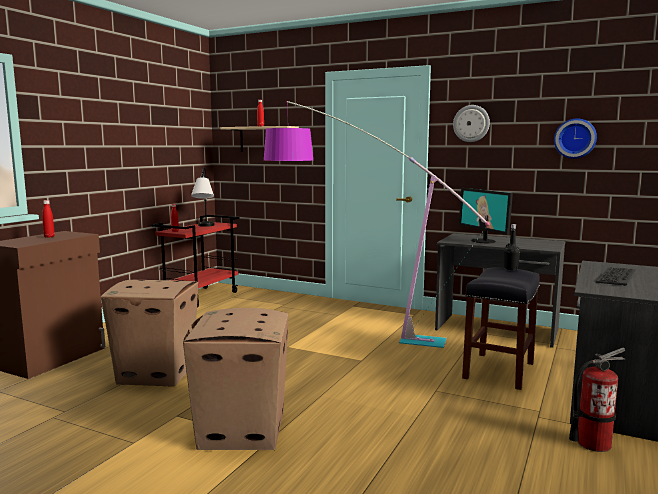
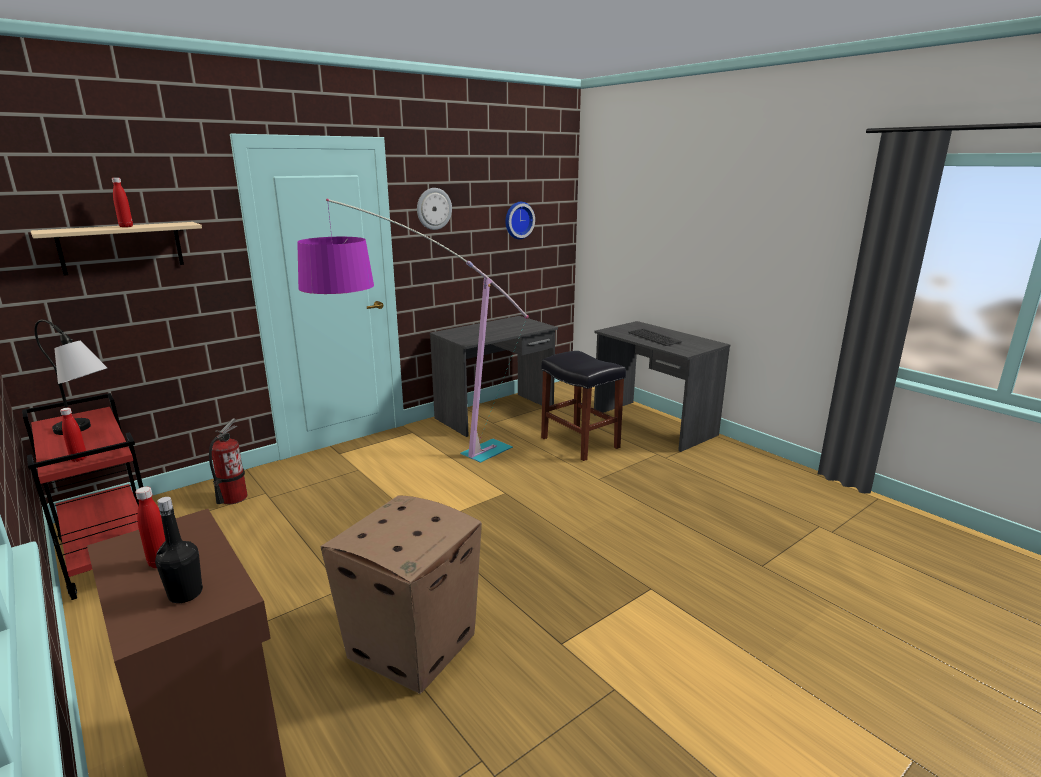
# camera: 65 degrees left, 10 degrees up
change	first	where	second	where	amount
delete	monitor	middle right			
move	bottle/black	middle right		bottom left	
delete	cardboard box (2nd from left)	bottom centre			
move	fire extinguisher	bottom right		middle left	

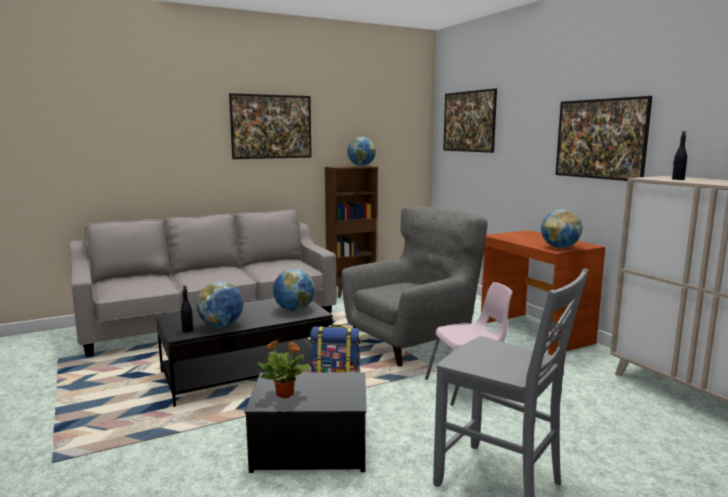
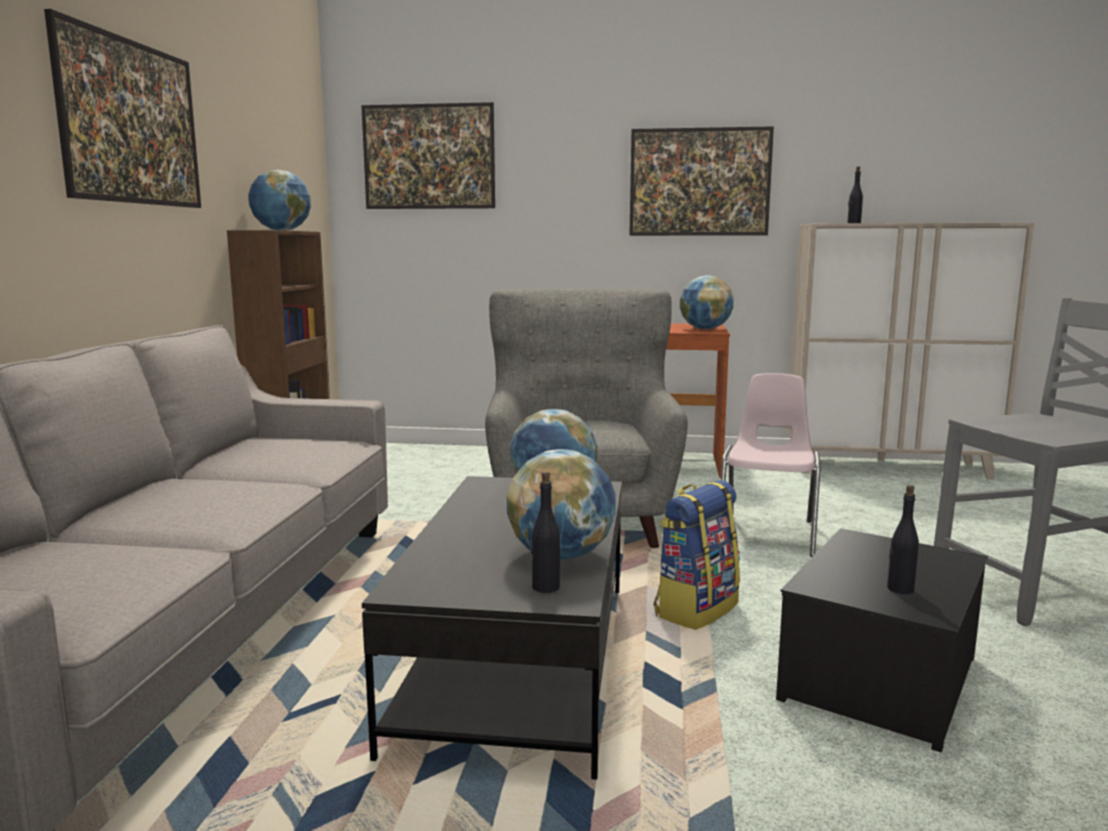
# camera: 55 degrees left, 0 degrees up
change	first	where	second	where	amount
replace	potted plant	bottom centre	bottle/black (3rd from left)	middle right	

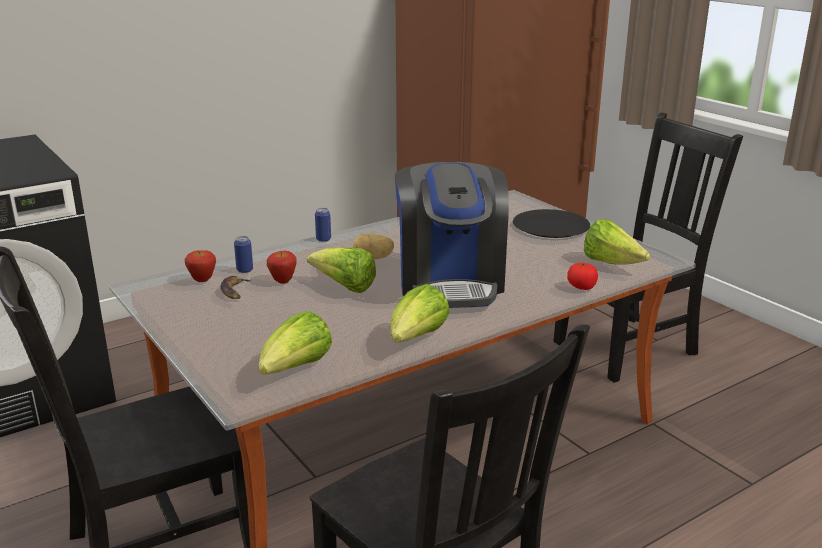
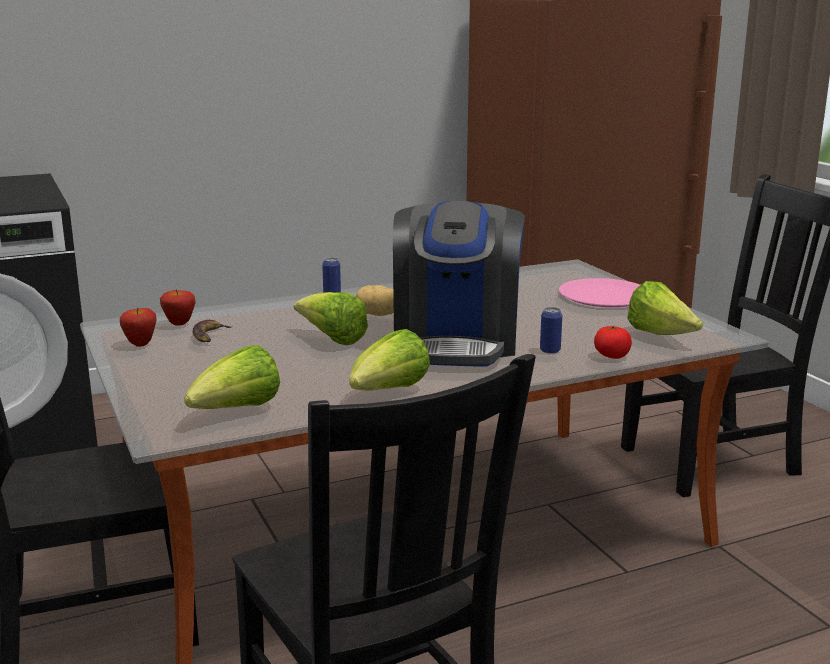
# camera: 10 degrees right, 5 degrees down
change	first	where	second	where	amount
recolor	plate/black	middle right	plate/pink	middle right	
move	can (1st from left in the first image)	middle left	can (2nd from left)	centre	
move	apple (2nd from left in the first image)	centre	apple (1st from left)	middle left	

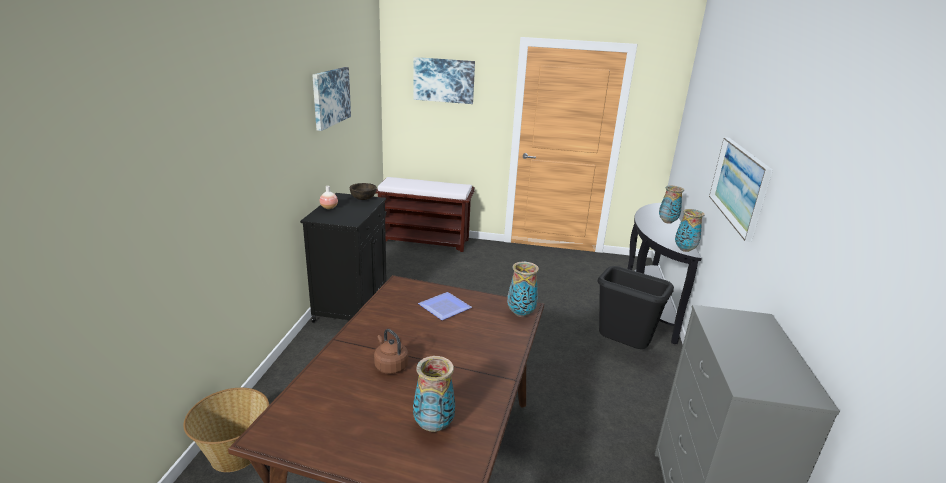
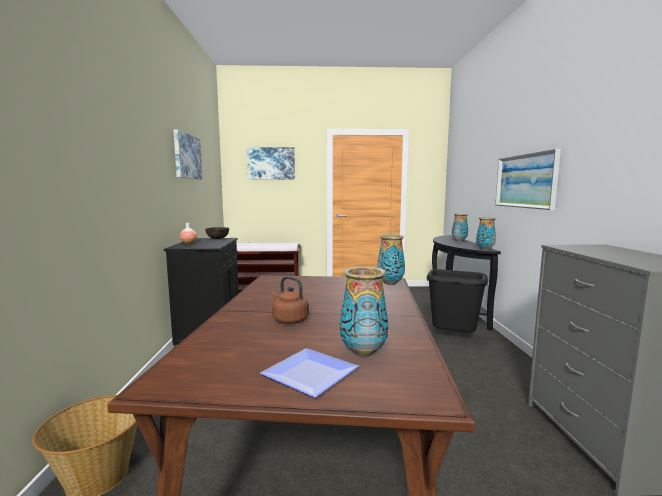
# camera: 10 degrees left, 15 degrees down
change	first	where	second	where	amount
move	plate	centre		bottom centre	

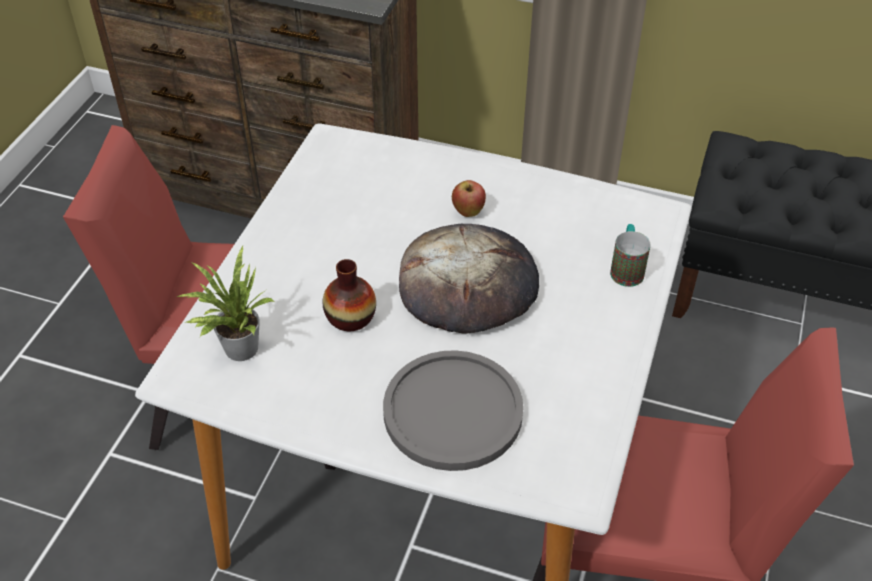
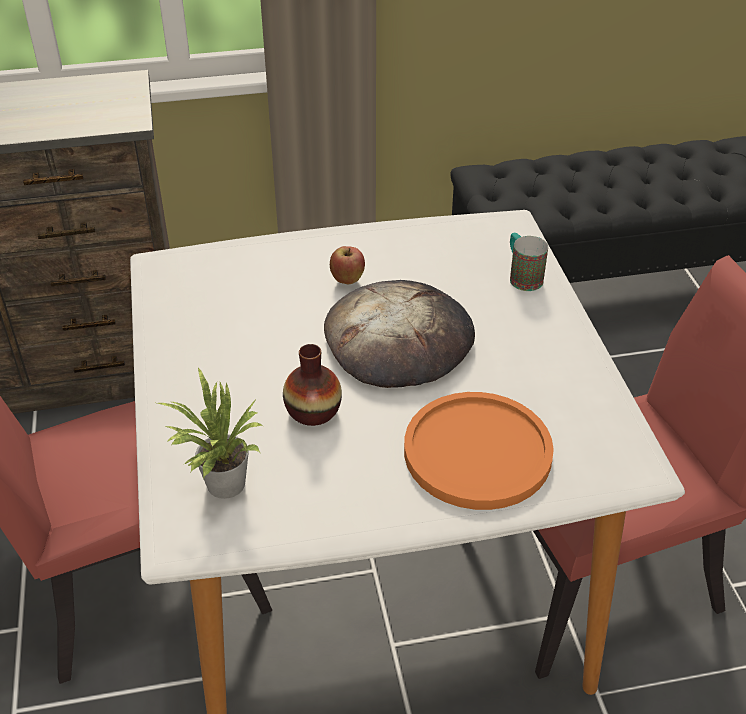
# camera: 30 degrees left, 5 degrees down
change	first	where	second	where	amount
recolor	plate/grey	bottom centre	plate/orange	centre	

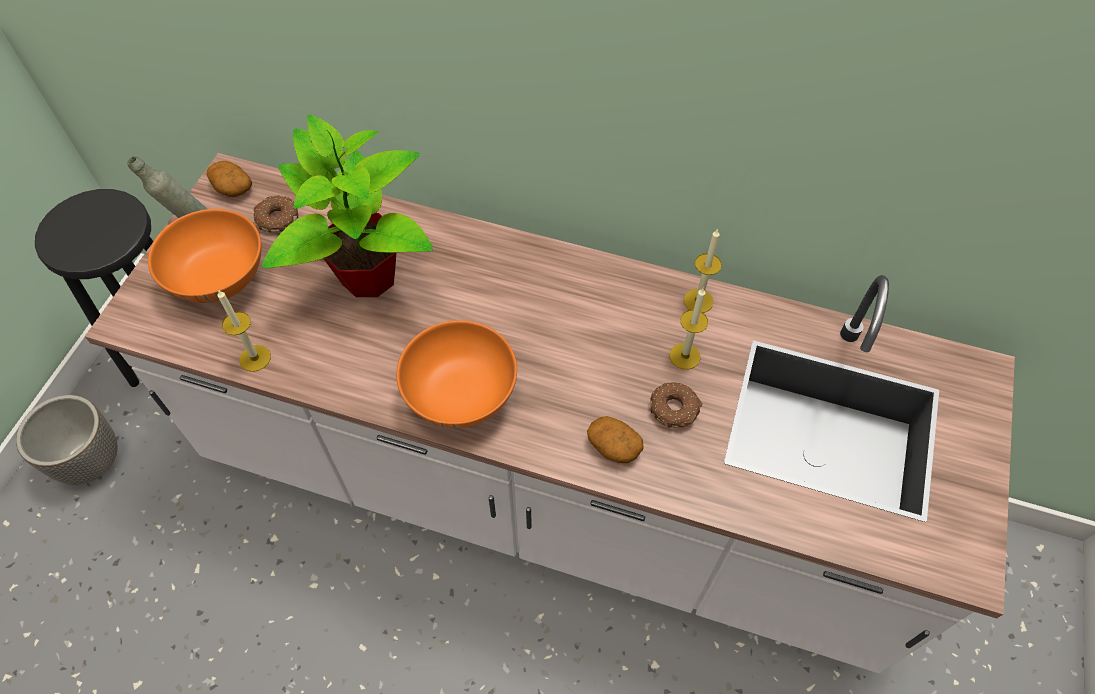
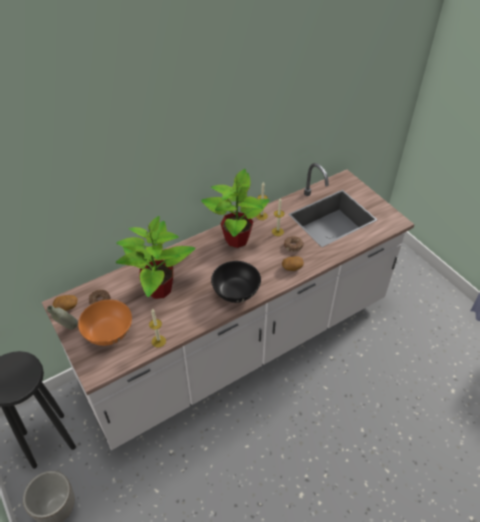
# camera: 50 degrees left, 10 degrees down
change	first	where	second	where	amount
recolor	bowl/orange (2nd from left)	centre	bowl/black	centre	
insert			potted plant (2nd from left)	centre	

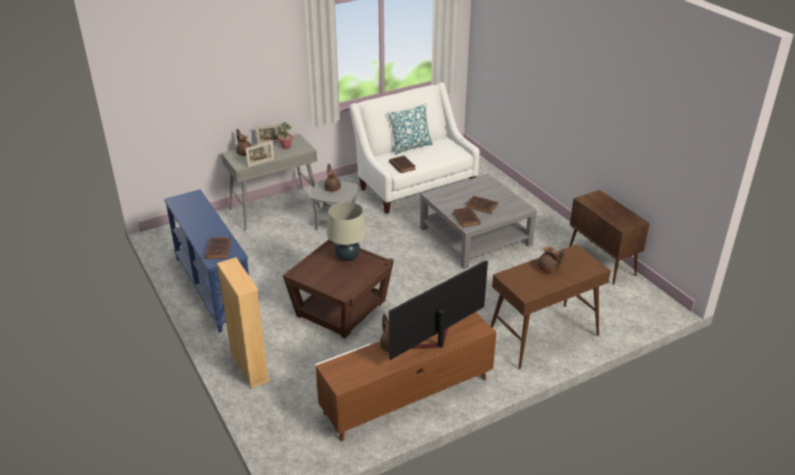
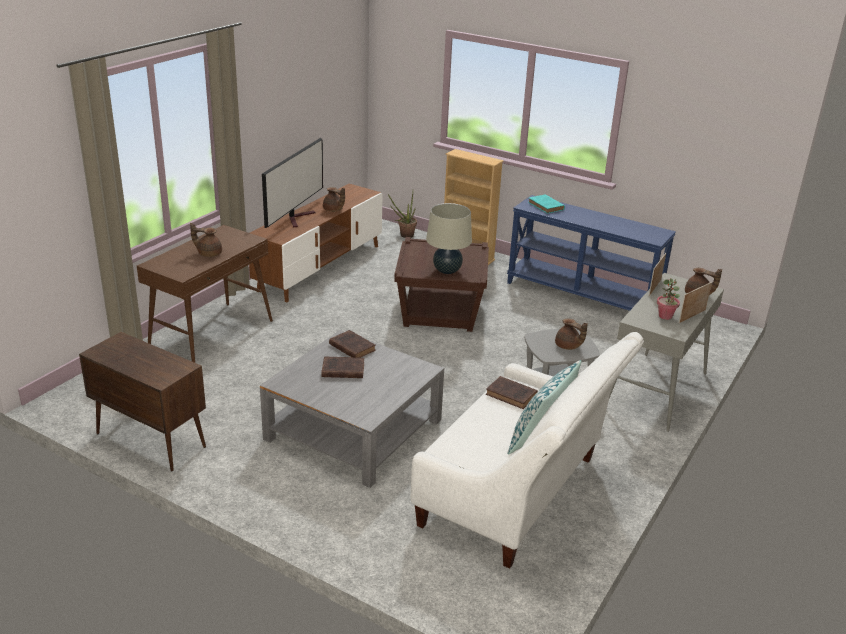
# camera: 150 degrees right, 5 degrees down
change	first	where	second	where	amount
recolor	book/brown (1st from left)	middle left	book/turquoise	top centre	
insert			potted plant (1st from left)	centre	

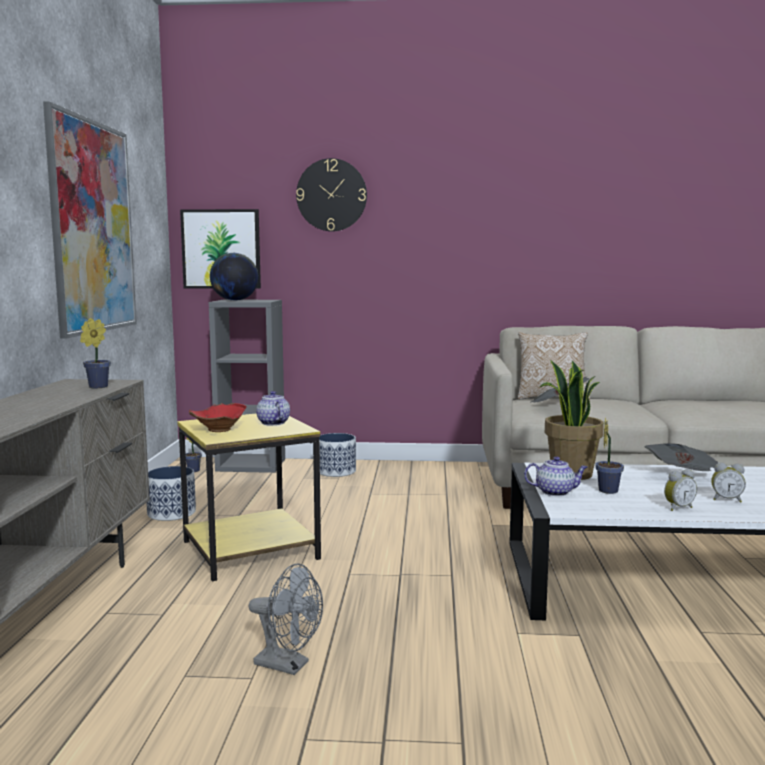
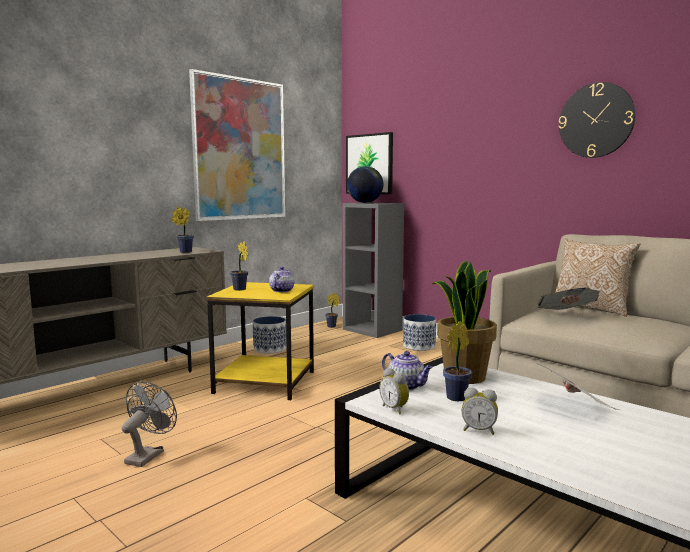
# camera: 40 degrees right, 0 degrees up
change	first	where	second	where	amount
move	wall clock	top centre		top right	
replace	bowl/red	middle left	potted plant (2nd from left)	centre	
move	alarm clock (2nd from left in the first image)	middle right	alarm clock (1st from left)	bottom centre	
rotate	fan/grey	bottom centre		bottom left	135 degrees counterclockwise

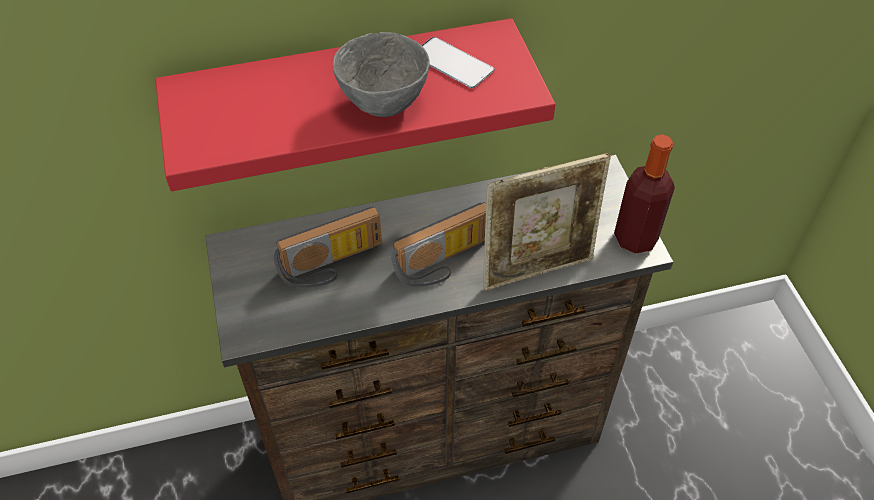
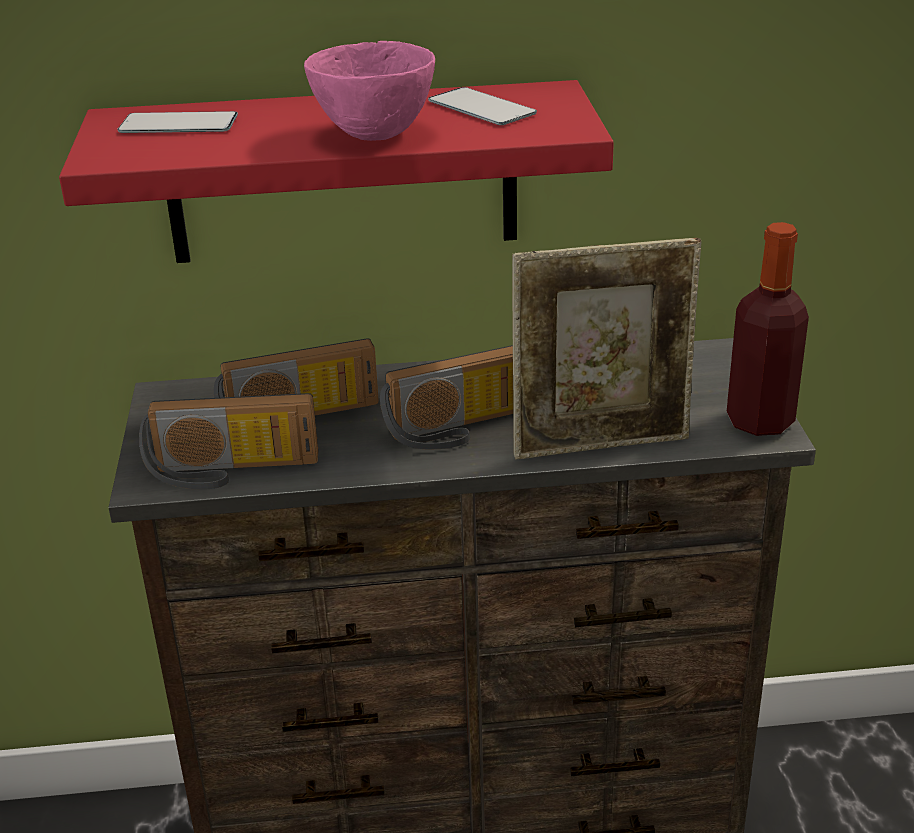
# camera: 10 degrees right, 20 degrees down
change	first	where	second	where	amount
recolor	bowl/grey	top centre	bowl/pink	top centre	
insert			phone (1st from left)	top left	
insert			radio (1st from left)	middle left	

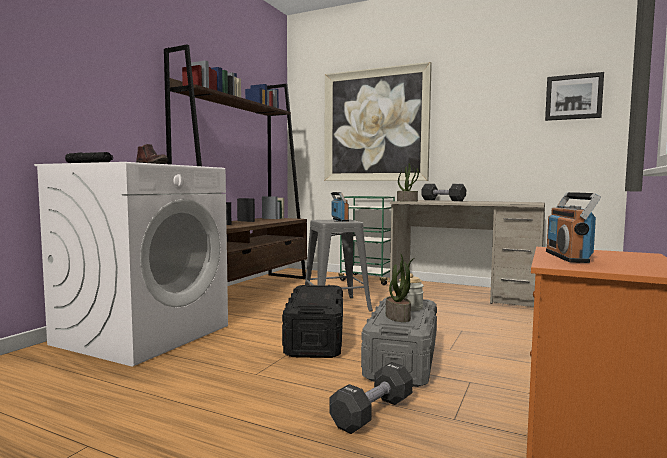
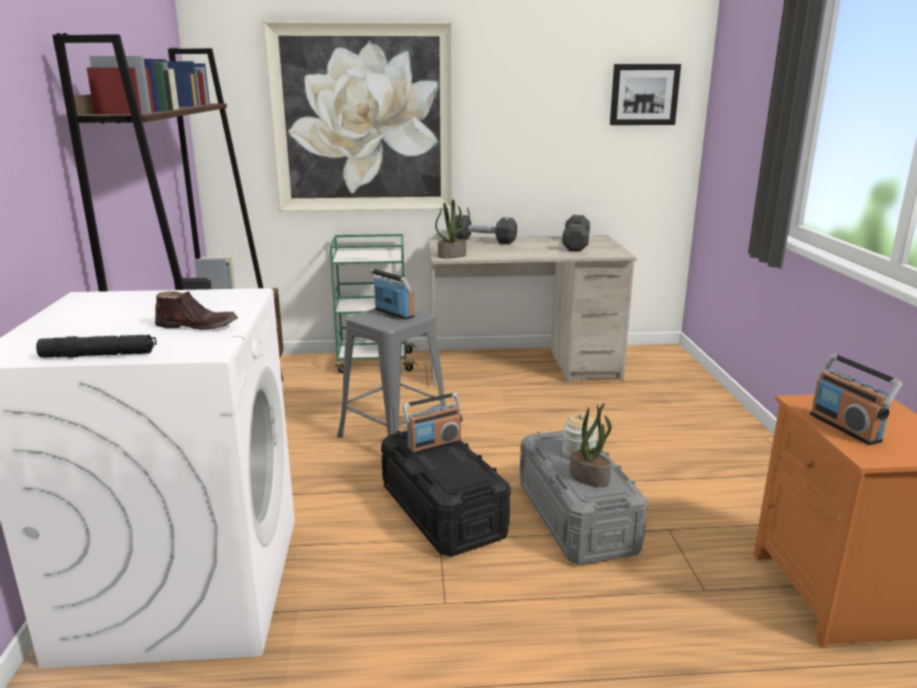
# camera: 30 degrees left, 15 degrees up
change	first	where	second	where	amount
move	dumbbell/black (1st from left in the first image)	bottom centre	dumbbell/black (2nd from left)	centre	
insert			radio (2nd from left)	centre	

